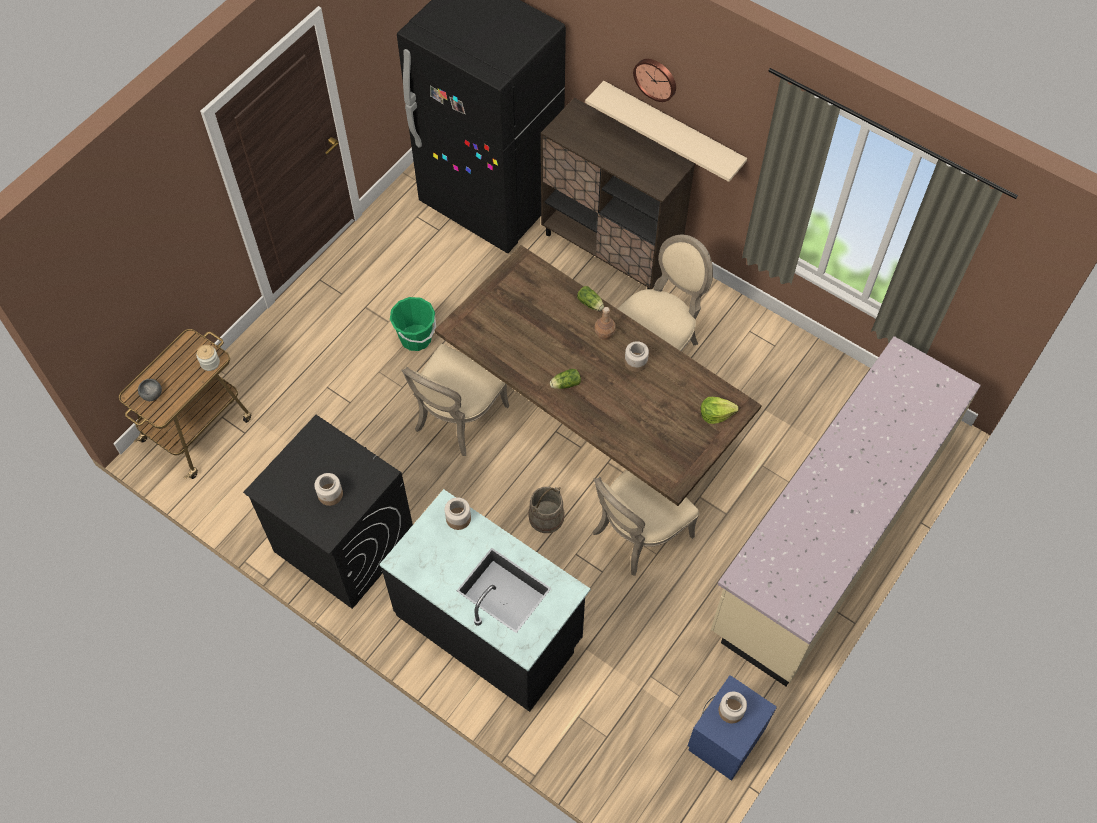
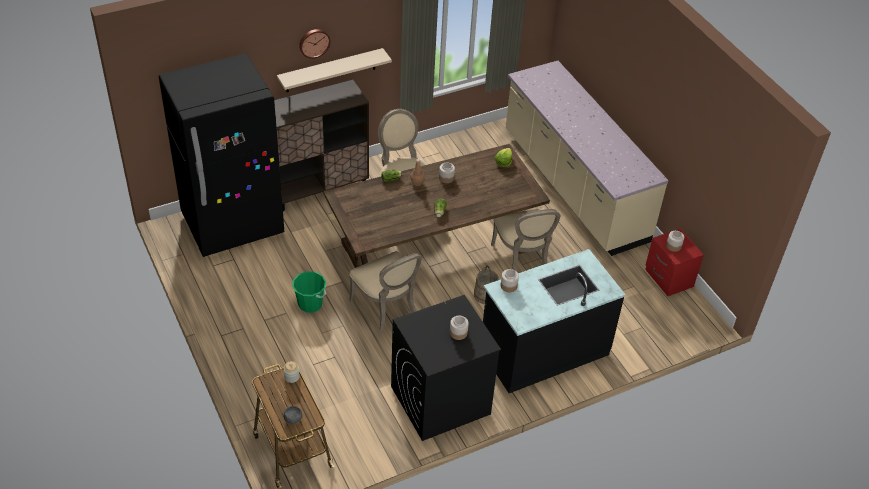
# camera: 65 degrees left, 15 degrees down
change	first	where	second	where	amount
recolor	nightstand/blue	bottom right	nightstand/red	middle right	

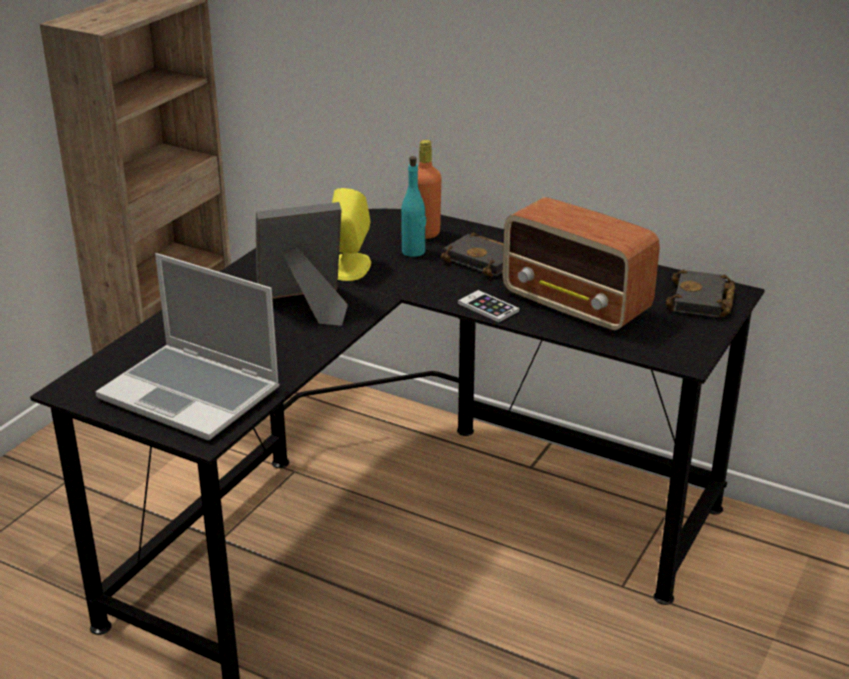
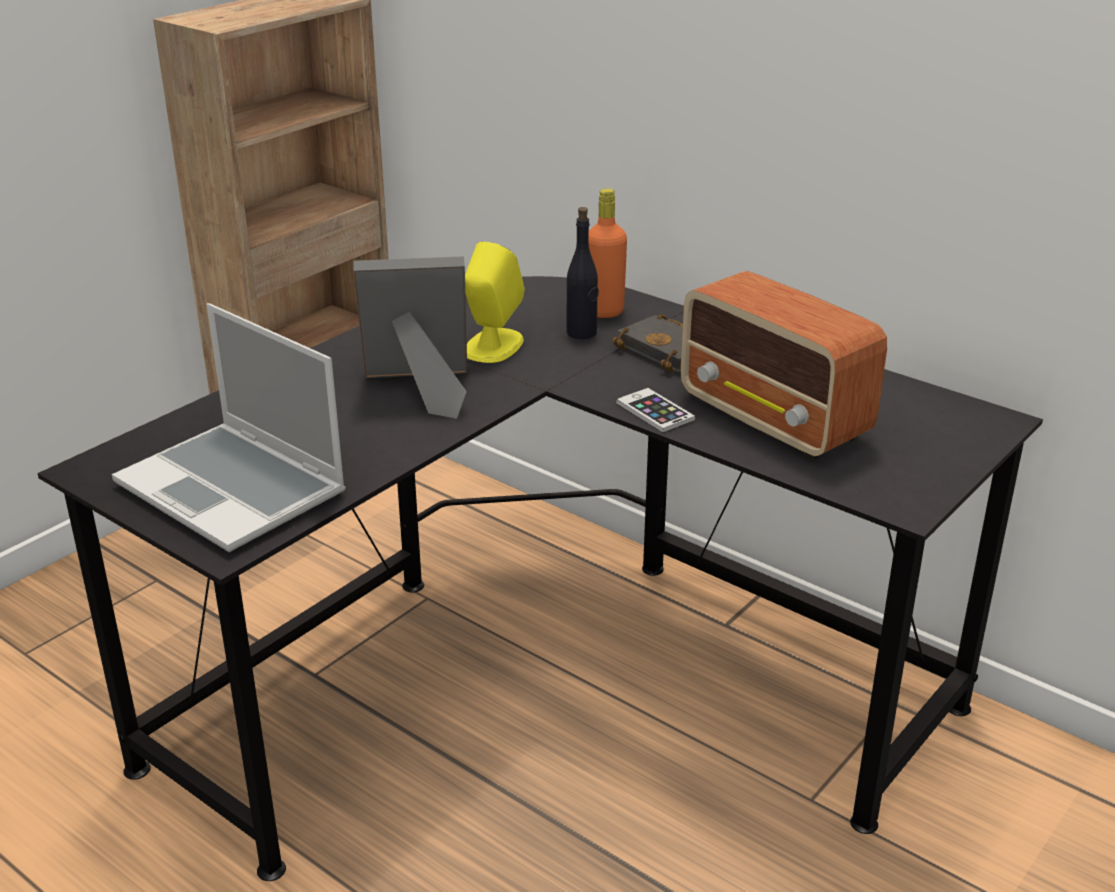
# camera: 10 degrees right, 0 degrees up
change	first	where	second	where	amount
recolor	bottle/turquoise	top centre	bottle/black	top centre	
delete	book/black (2nd from left)	middle right			

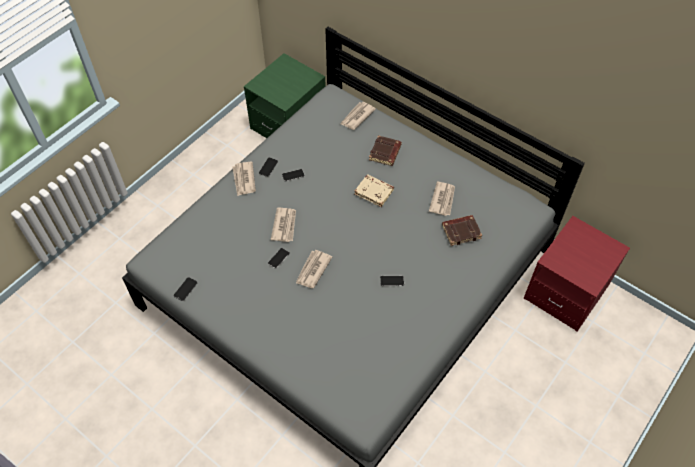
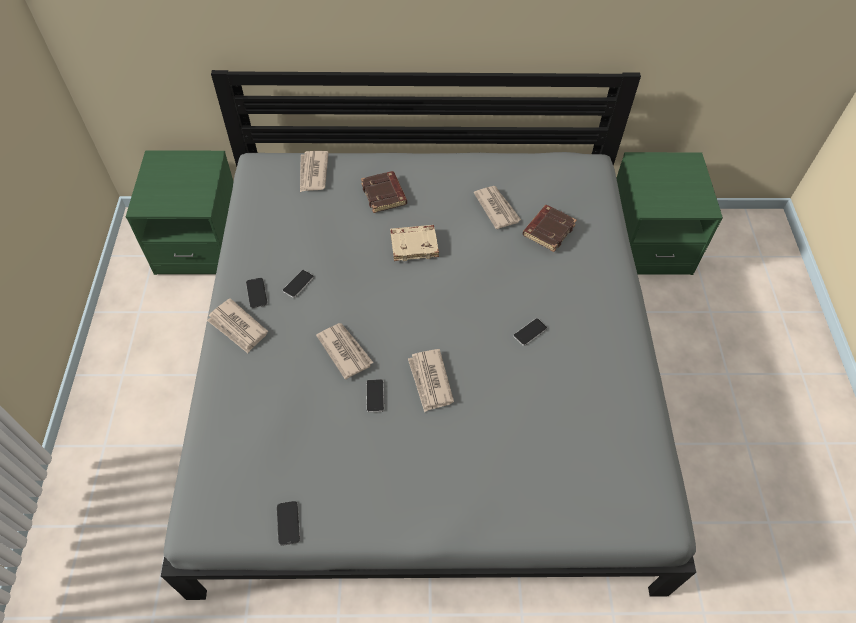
# camera: 40 degrees left, 0 degrees up
change	first	where	second	where	amount
recolor	nightstand/red	middle right	nightstand/green (2nd from left)	middle right	

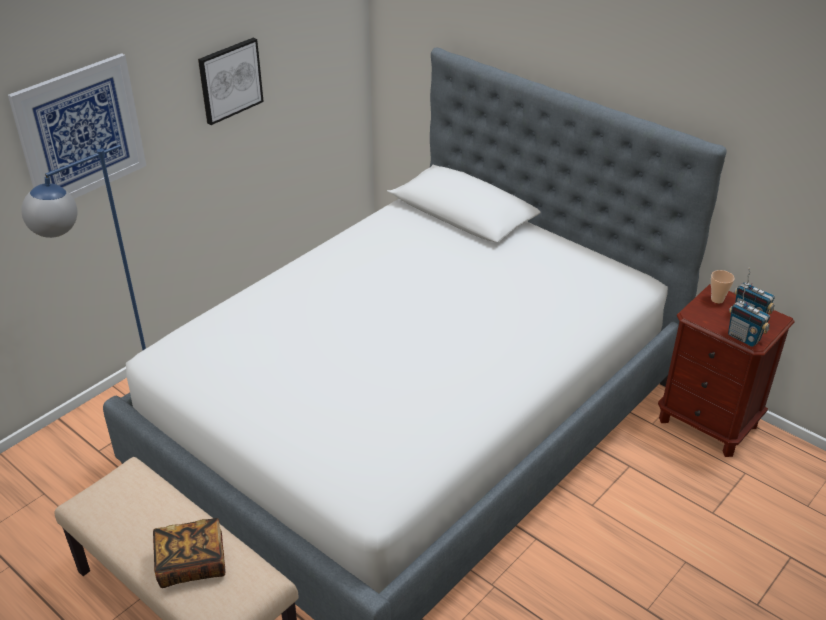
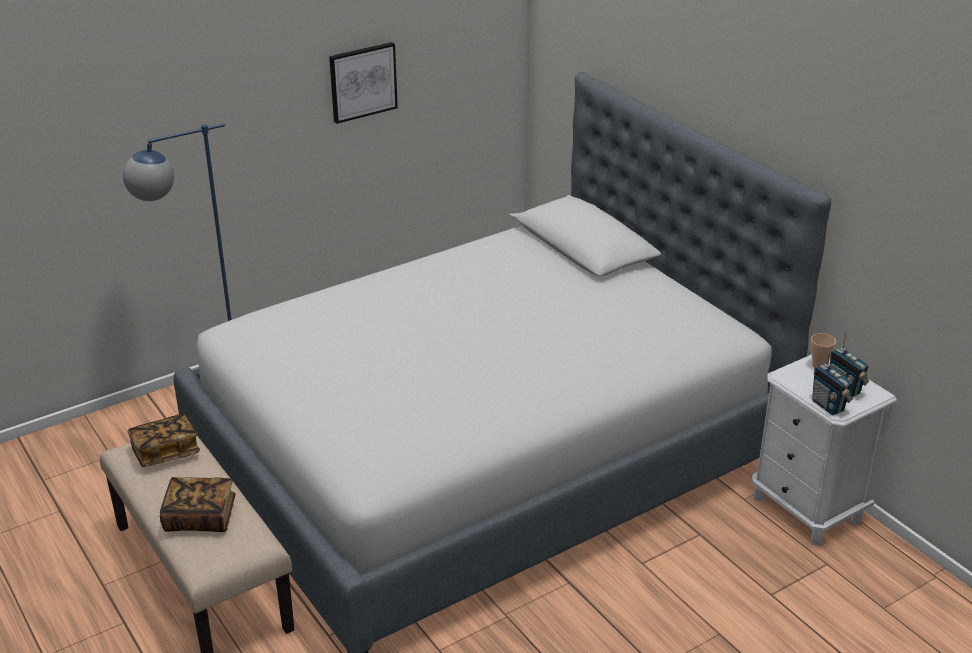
# camera: 15 degrees right, 5 degrees down
change	first	where	second	where	amount
delete	picture (1st from left)	top left			
recolor	nightstand/brown	middle right	nightstand/white	bottom right	
insert			book (1st from left)	bottom left	

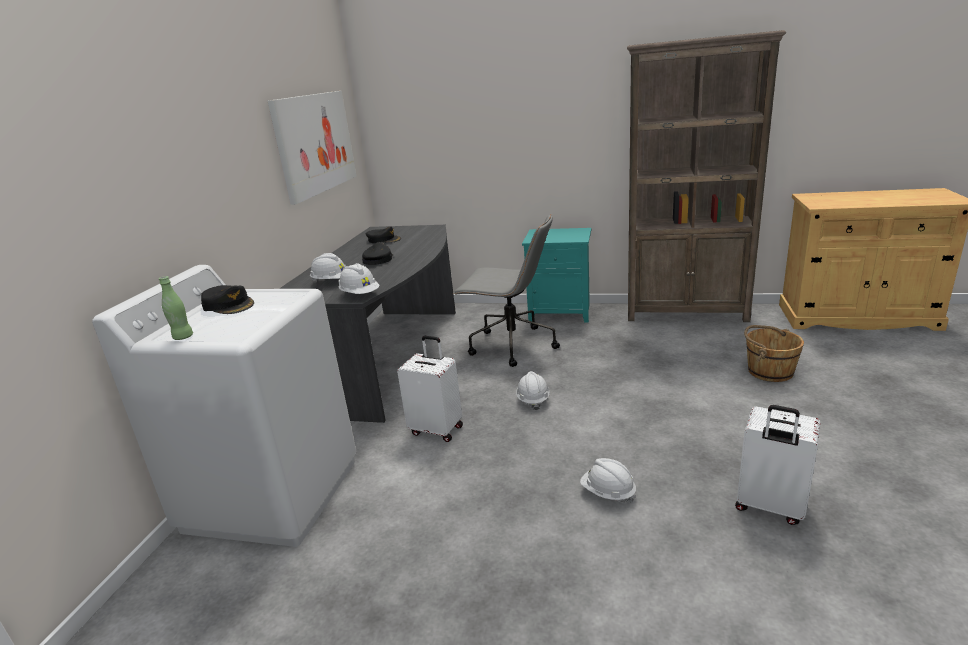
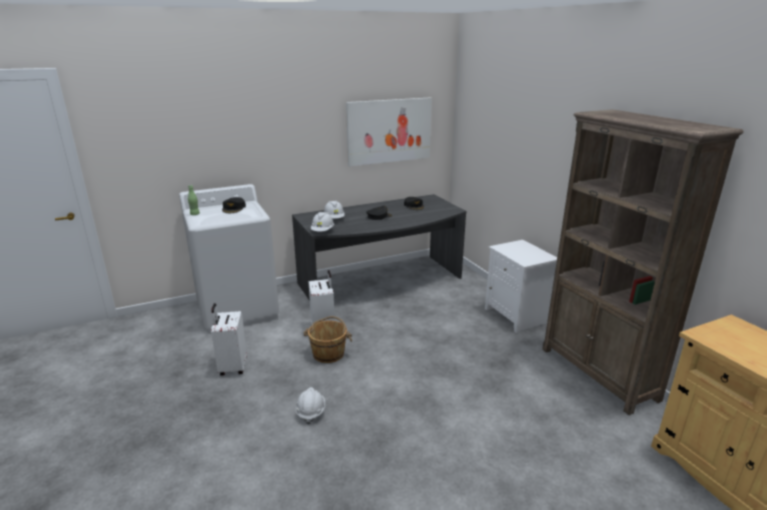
# camera: 50 degrees right, 0 degrees up
change	first	where	second	where	amount
delete	office chair/grey	centre			
recolor	nightstand/turquoise	centre	nightstand/white	middle right	
move	bucket/brown	middle right		centre	
delete	hard hat/white (3rd from left)	centre			
move	suitcase/white (2nd from left in the first image)	bottom right	suitcase/white (1st from left)	middle left	

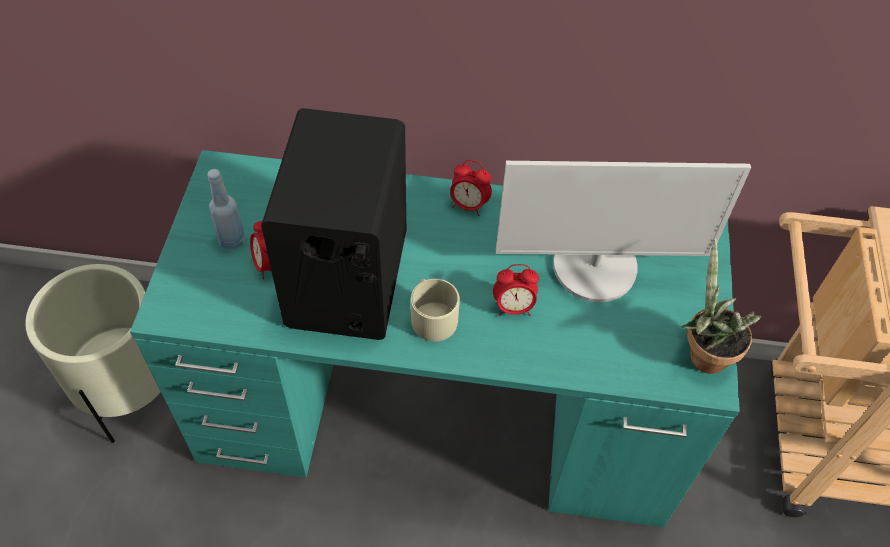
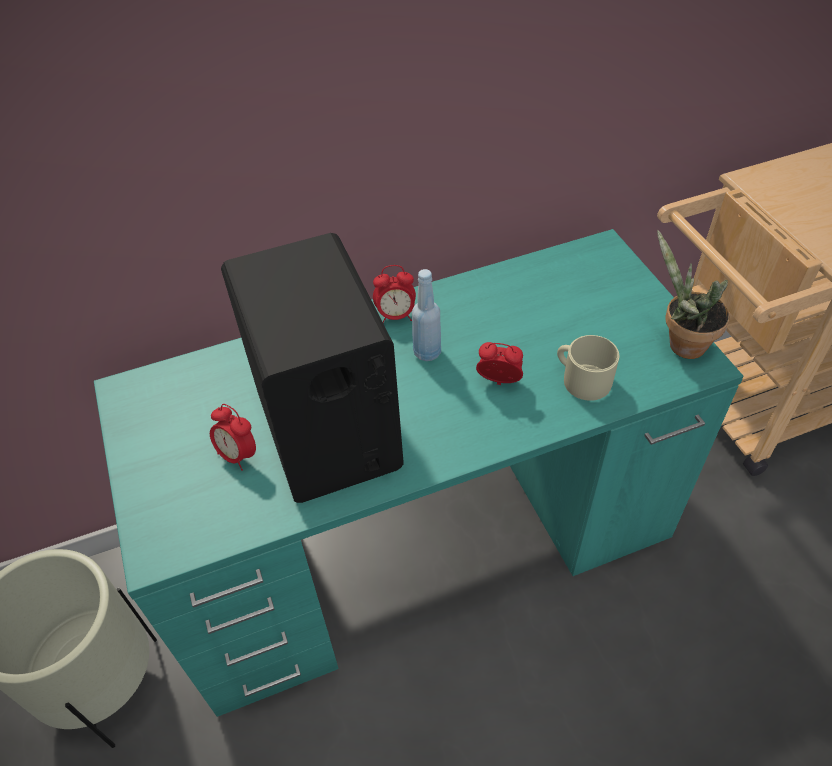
# camera: 25 degrees left, 5 degrees down
change	first	where	second	where	amount
delete	monitor	middle right			
move	bottle/blue	middle left		centre	
rotate	alarm clock (3rd from left)	centre		centre	135 degrees counterclockwise
move	mug/beige	centre		middle right	

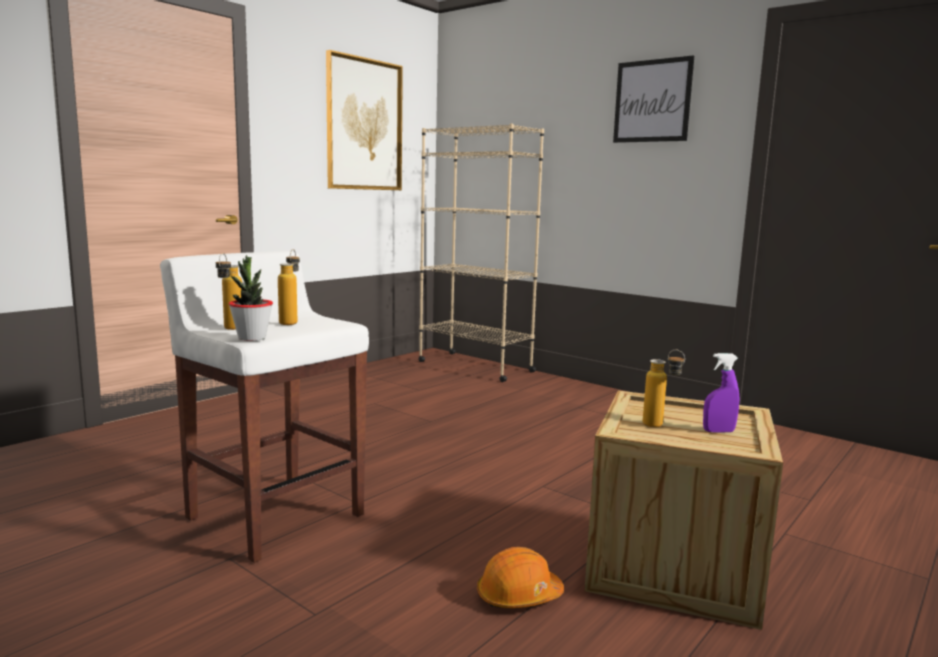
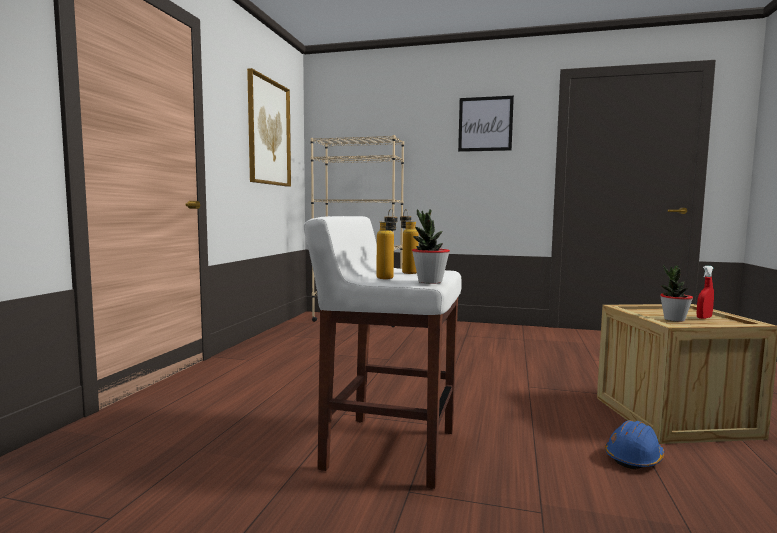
# camera: 25 degrees left, 5 degrees down
change	first	where	second	where	amount
replace	bottle (3rd from left)	middle right	potted plant (2nd from left)	middle right	
recolor	spray bottle/purple	middle right	spray bottle/red	middle right	
recolor	hard hat/orange	bottom centre	hard hat/blue	bottom right	

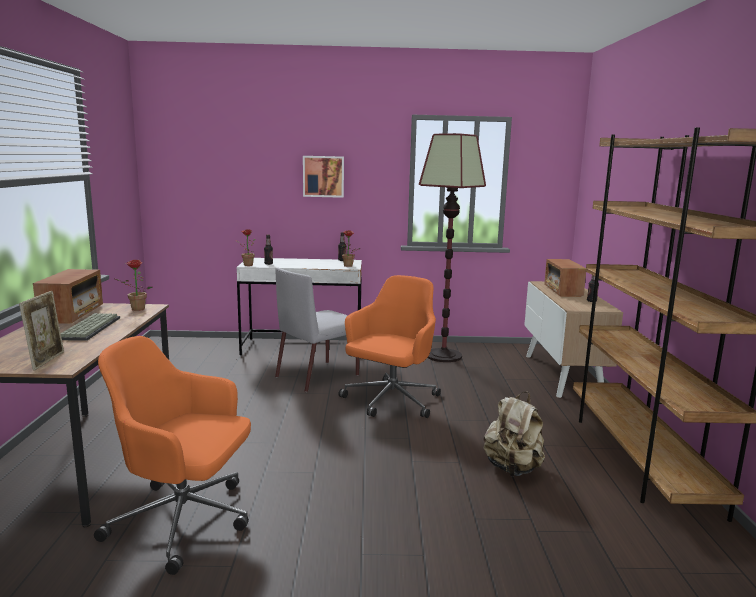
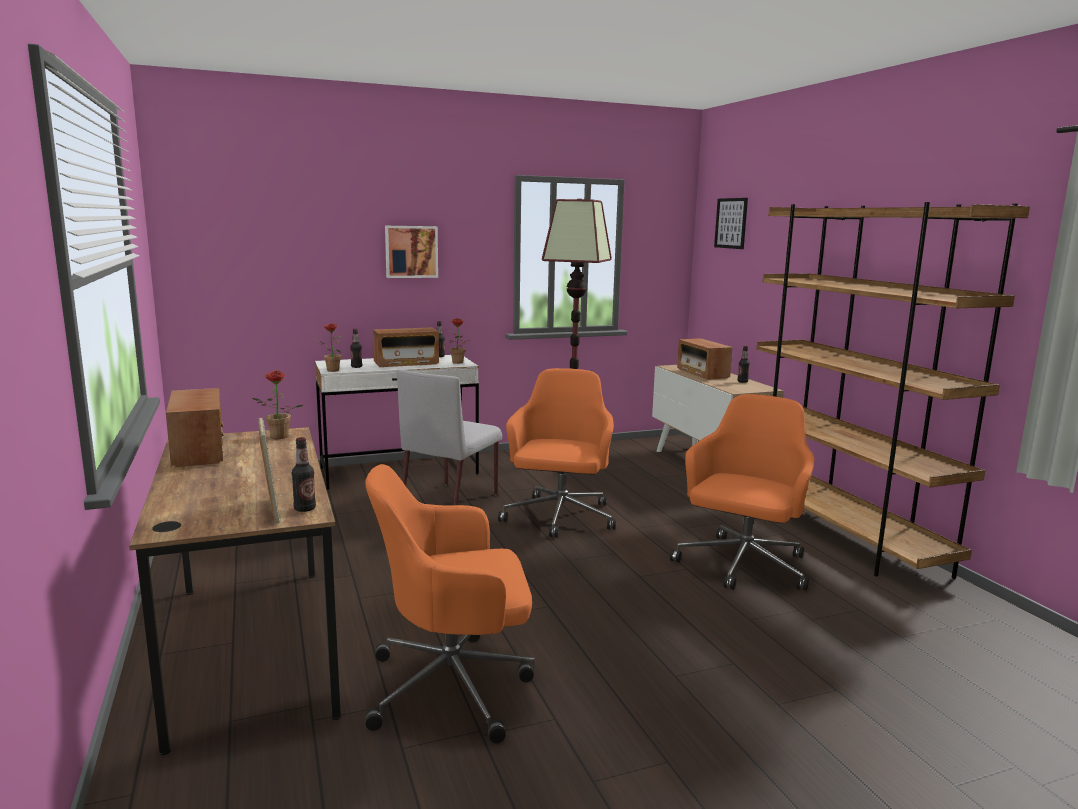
# camera: 20 degrees left, 0 degrees up
change	first	where	second	where	amount
delete	keyboard	middle left			
replace	backpack/beige	bottom right	office chair/orange (3rd from left)	middle right	
insert			picture (2nd from left)	top right	
insert			radio (2nd from left)	centre	
insert			bottle (1st from left)	middle left	

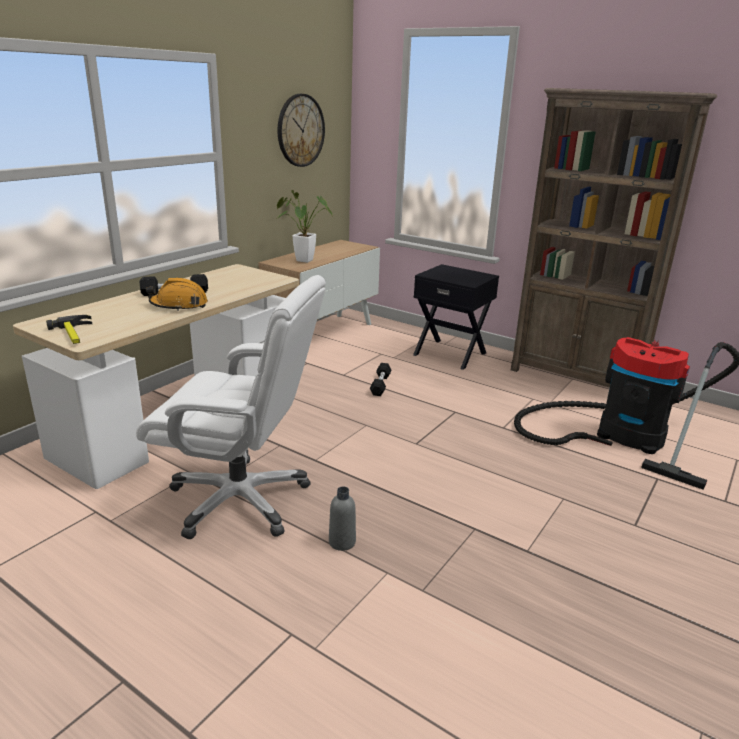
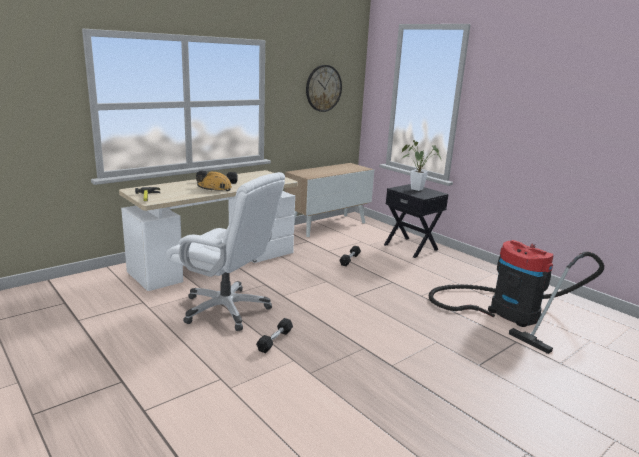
# camera: 15 degrees right, 5 degrees down
change	first	where	second	where	amount
delete	bookcase/brown	top right			
move	potted plant	top centre		centre	
replace	bottle/grey	bottom centre	dumbbell/black (2nd from left)	bottom centre	

